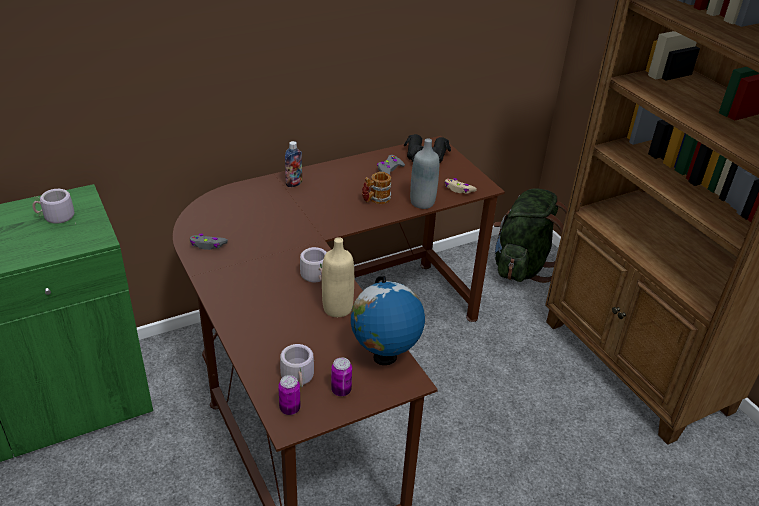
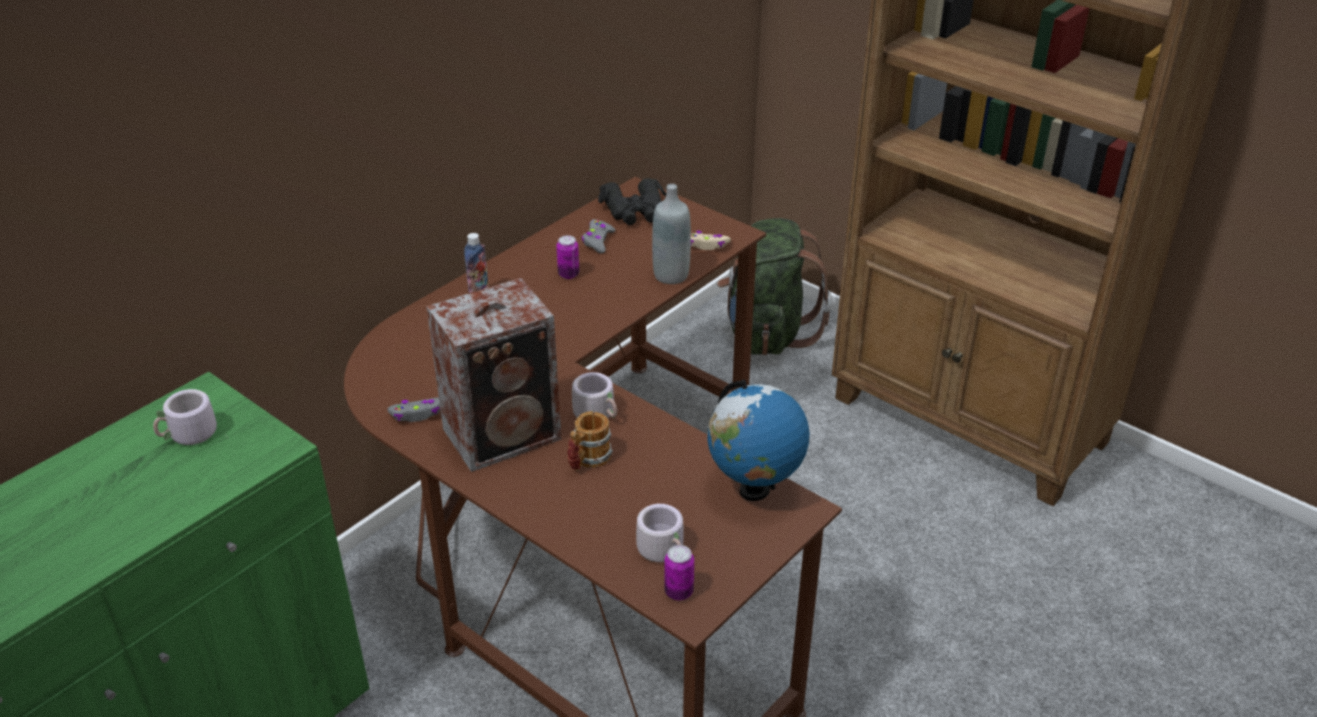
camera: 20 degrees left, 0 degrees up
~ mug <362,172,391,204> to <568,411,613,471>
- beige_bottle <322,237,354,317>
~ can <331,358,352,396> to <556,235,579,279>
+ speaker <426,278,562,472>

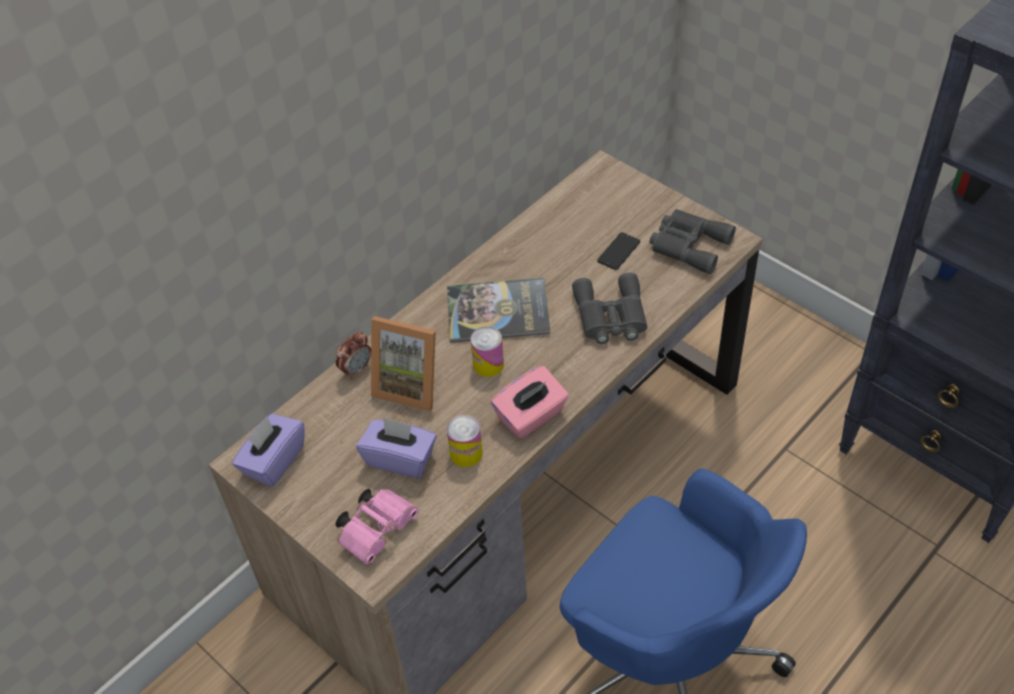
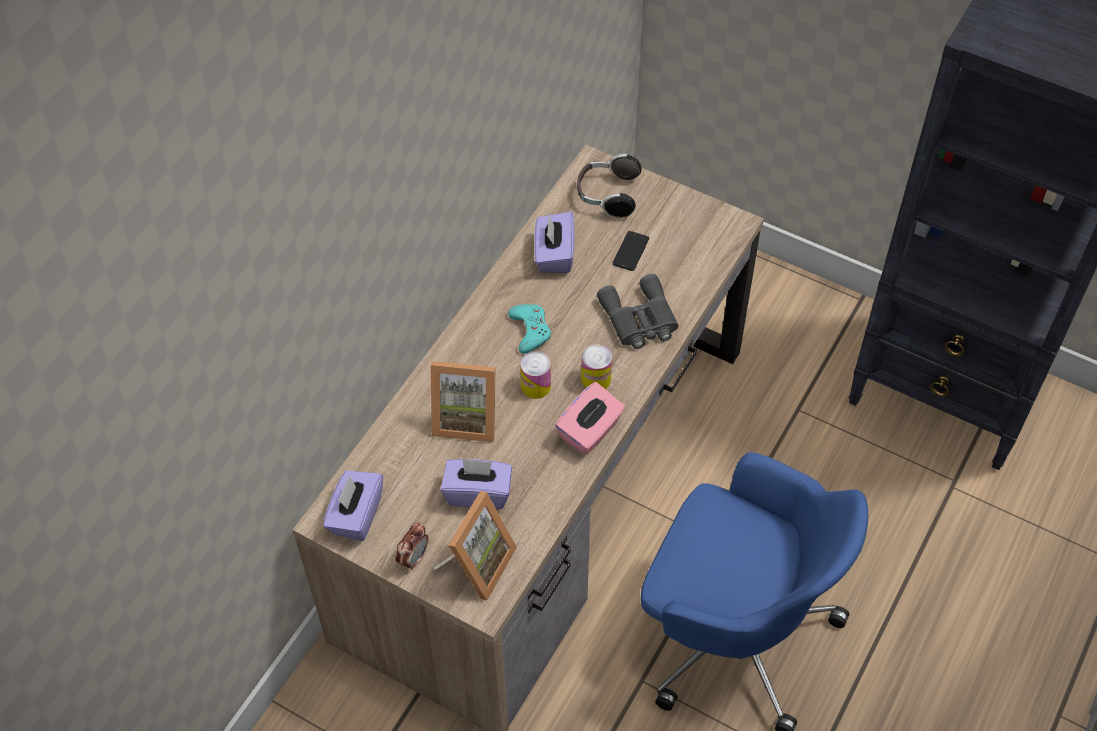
camera: 15 degrees left, 5 degrees up
- grey_binoculars <650,209,736,274>
~ book <447,277,550,342> to turquoise_game_controller <508,304,551,354>
~ alarm_clock <335,332,371,379> to <395,523,428,570>
~ can <447,415,483,467> to <581,344,612,389>
~ pink_binoculars <335,489,419,565> to picture_frame <433,491,517,601>
+ headphones <577,154,641,218>
+ purple_tissue_box <534,212,574,273>

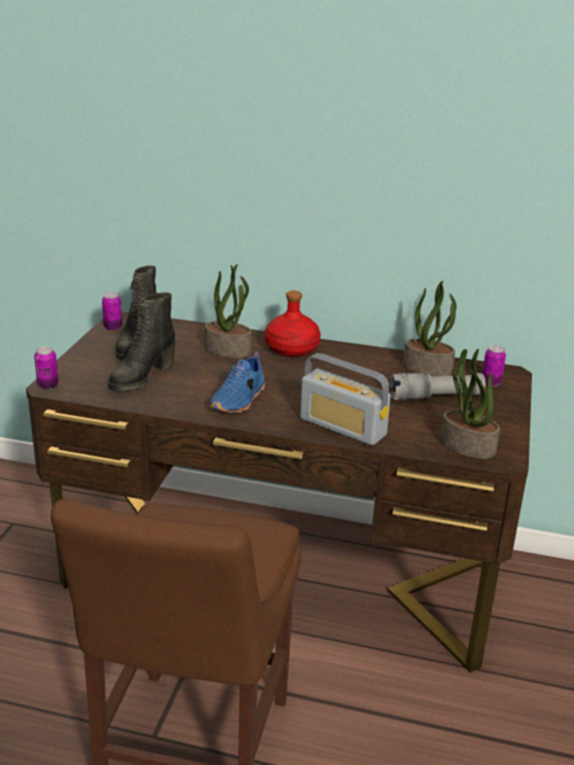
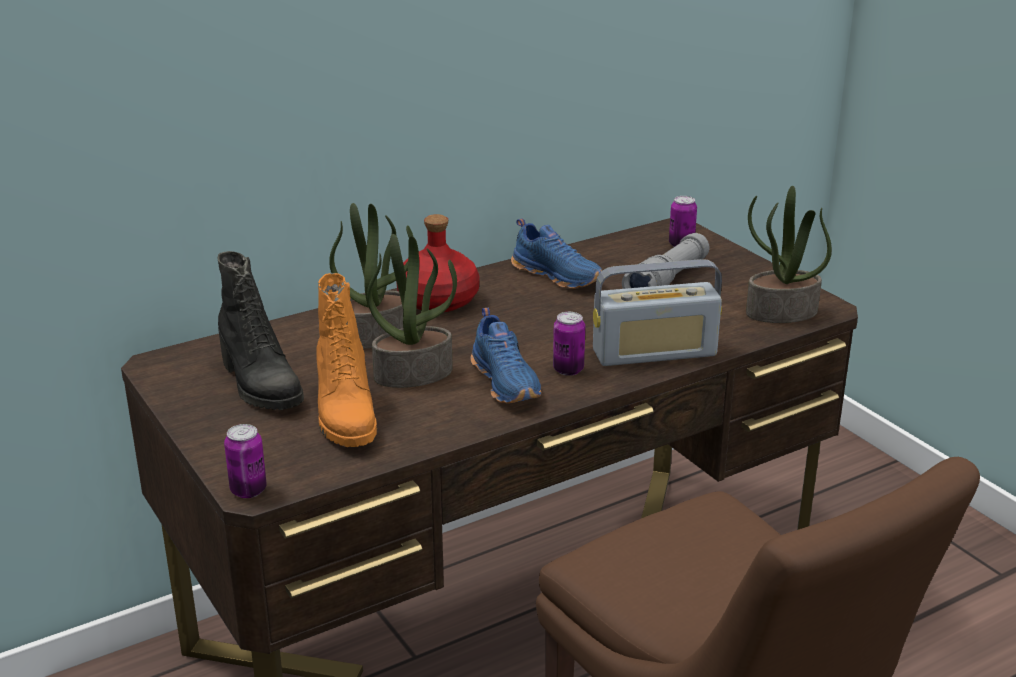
camera: 45 degrees left, 0 degrees up
~ potted_plant <403,281,457,376> to <367,234,457,388>
~ can <102,292,122,330> to <553,312,585,376>
~ black_boot <108,292,175,391> to orange_boot <316,273,377,447>
+ blue_shoe <511,218,602,289>

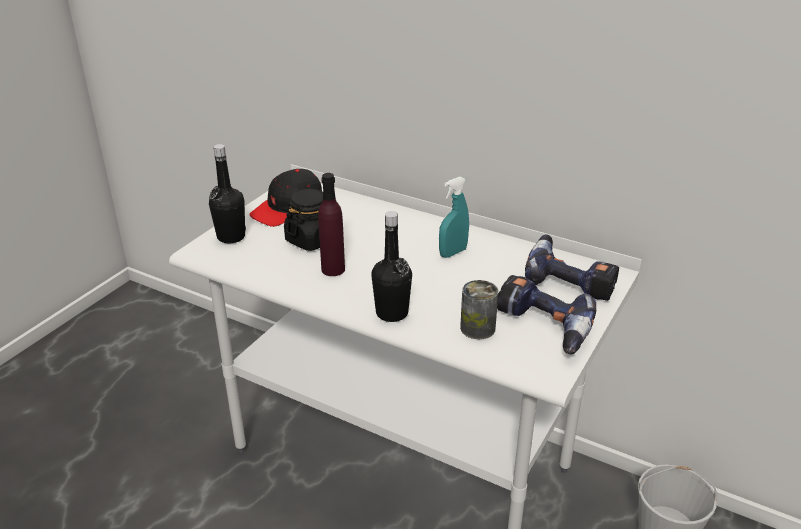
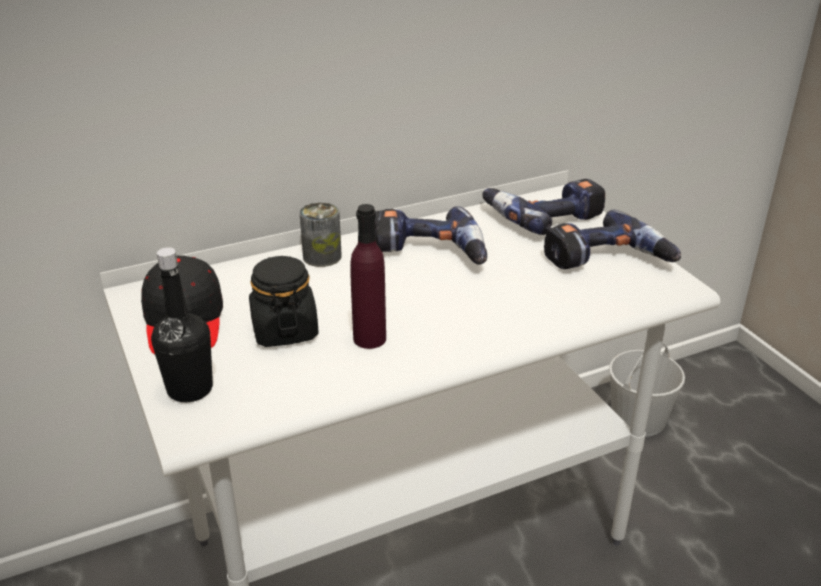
camera: 55 degrees left, 0 degrees up
~ turquoise_spray_bottle <439,177,469,258> to power_drill <374,206,487,265>
- black_bottle <372,211,412,322>
~ can <460,280,499,339> to <300,202,342,267>

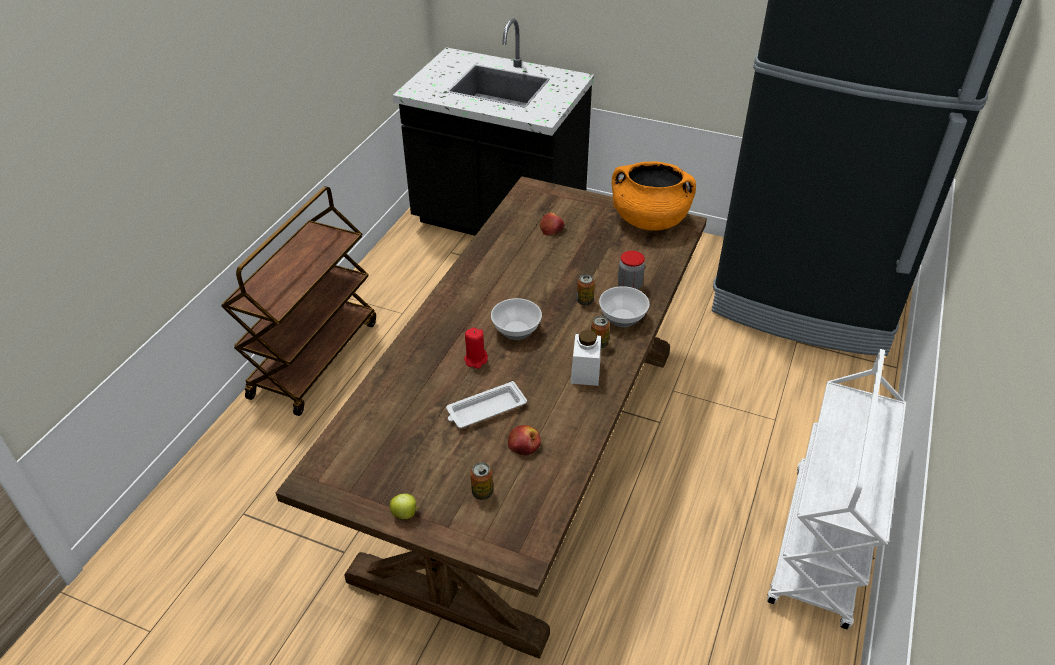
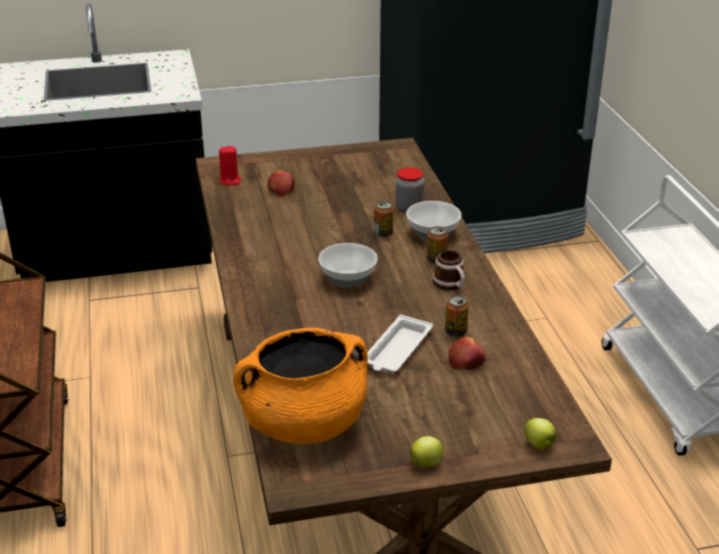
camera: 35 degrees left, 10 degrees down
~ orange_cooking_pot <612,161,696,231> to <233,328,368,444>
~ red_candle <464,327,488,369> to <219,145,241,186>
~ white_jar <570,330,601,386> to mug <433,250,465,291>
~ can <470,462,493,500> to <445,295,469,337>
+ apple <525,418,557,449>

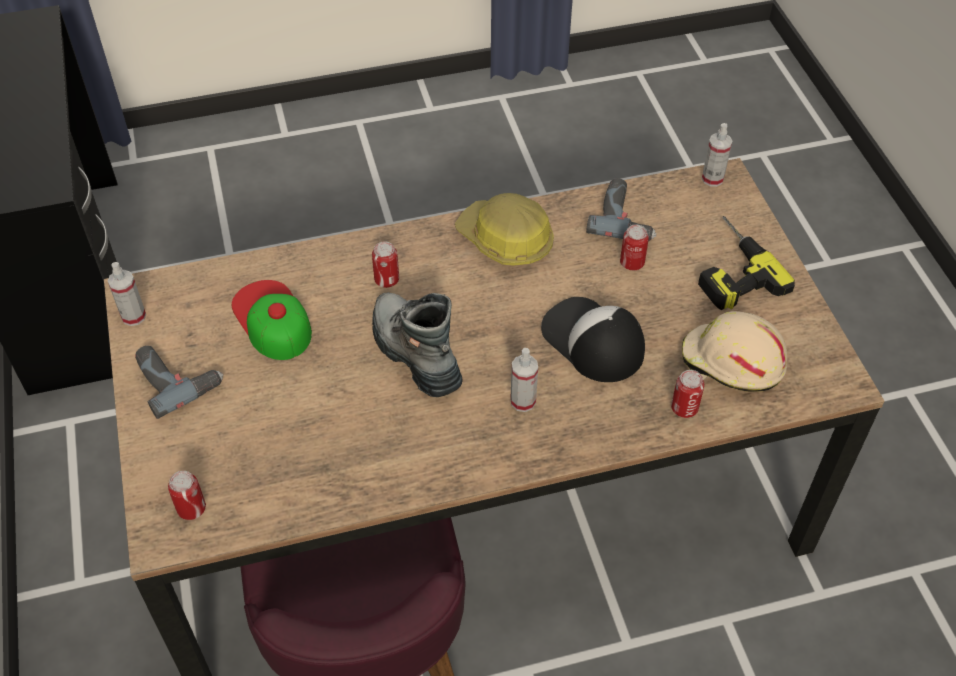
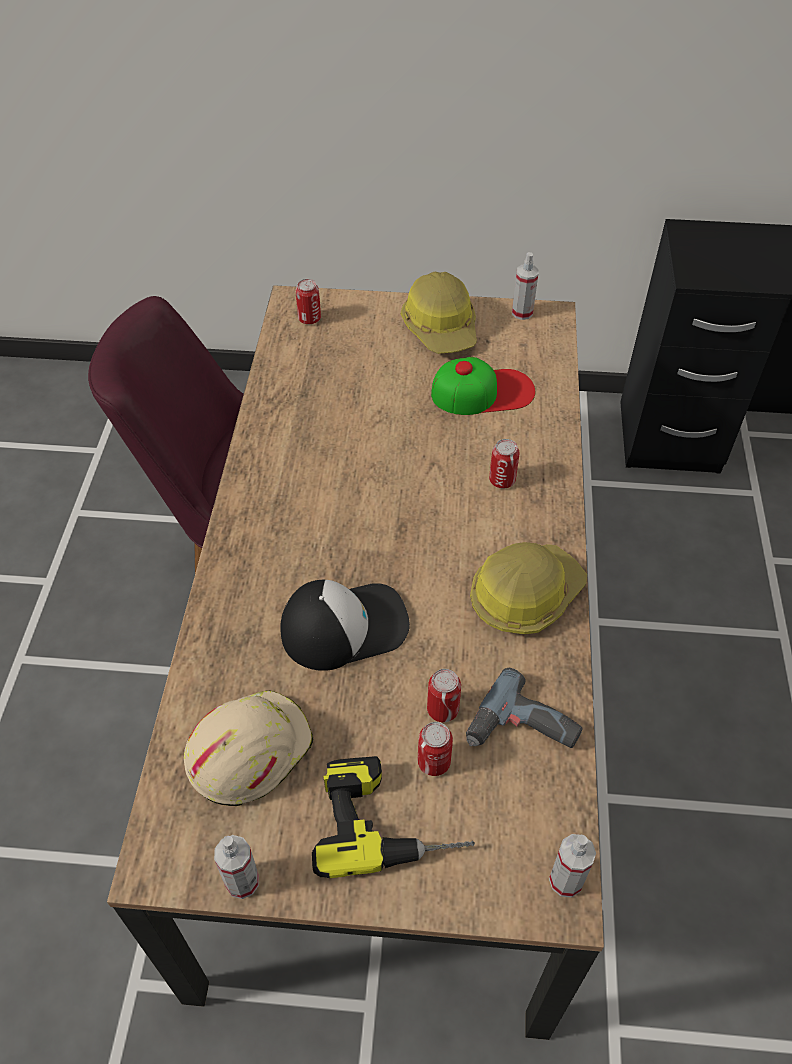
camera: 110 degrees right, 0 degrees up
- boot <372,292,462,397>
~ power_drill <135,346,223,419> to hard_hat <401,272,477,354>
~ spray_bottle <510,348,538,412> to <214,835,259,899>
~ can <671,370,704,418> to <418,722,453,776>

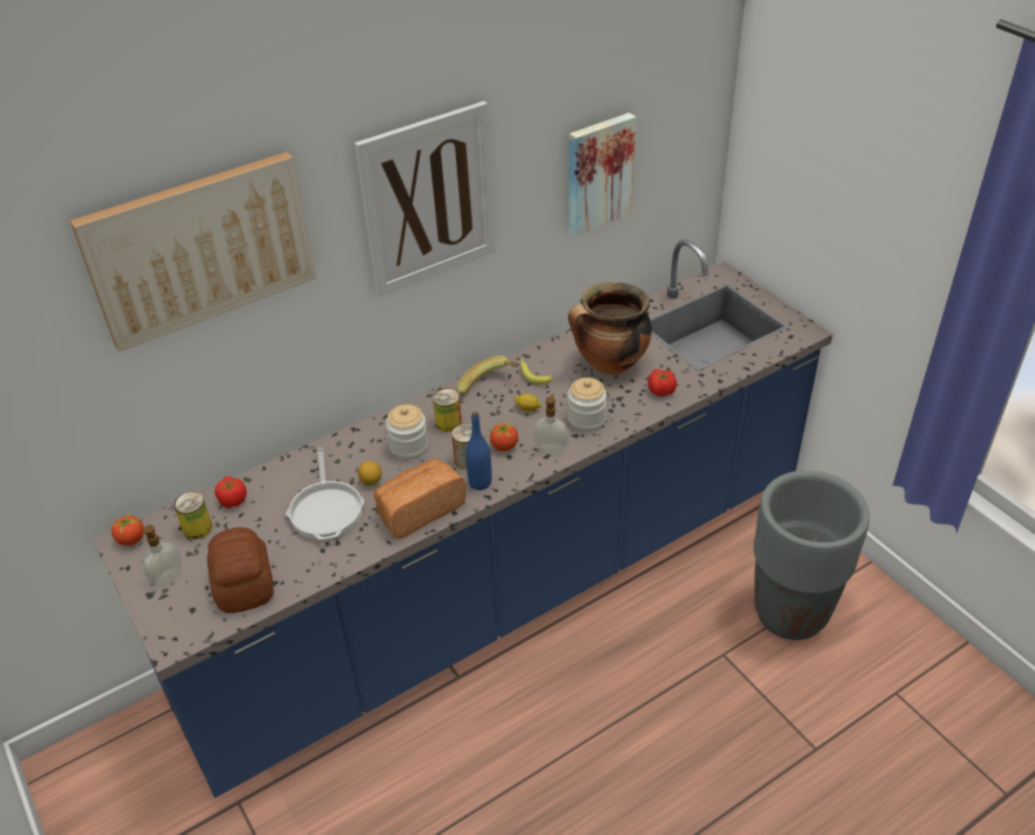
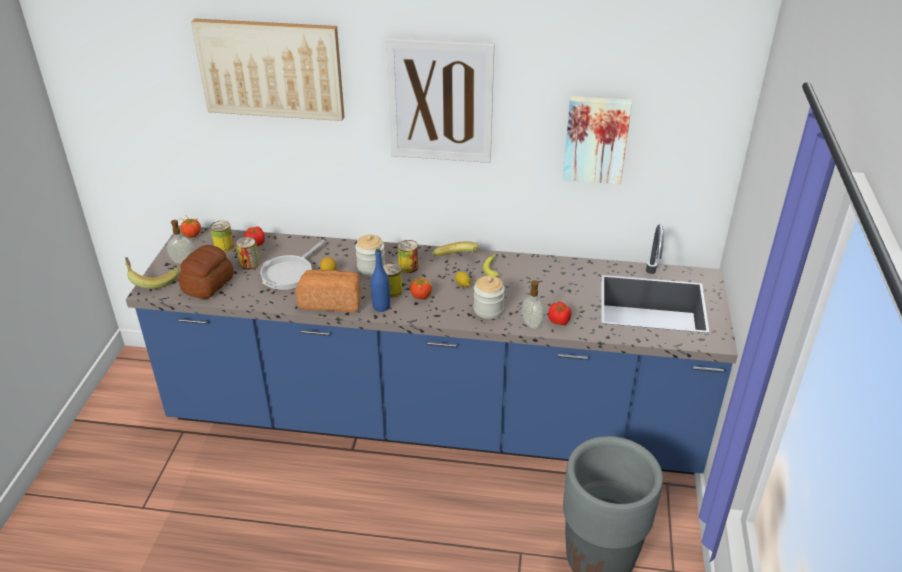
camera: 40 degrees right, 5 degrees down
- cooking_pot <568,282,652,375>
~ soap_dispenser <533,394,569,453> to <521,280,544,329>
+ can <236,237,260,270>
+ banana <125,257,179,289>

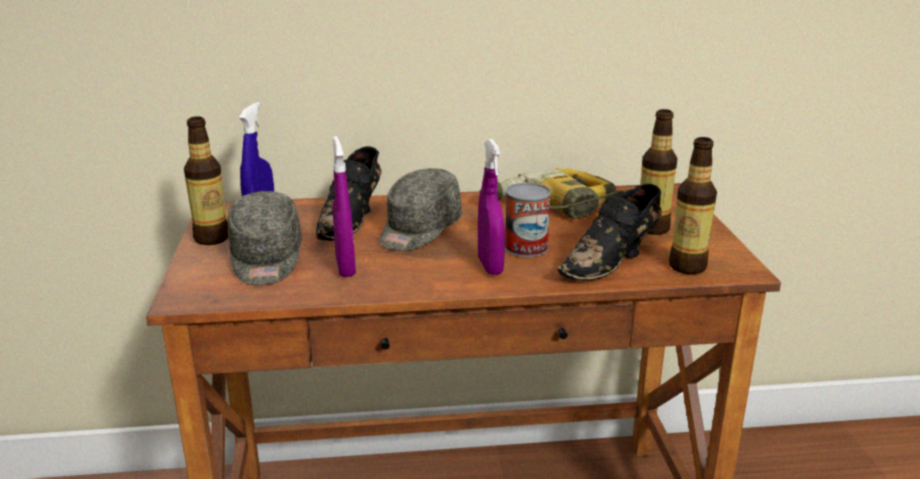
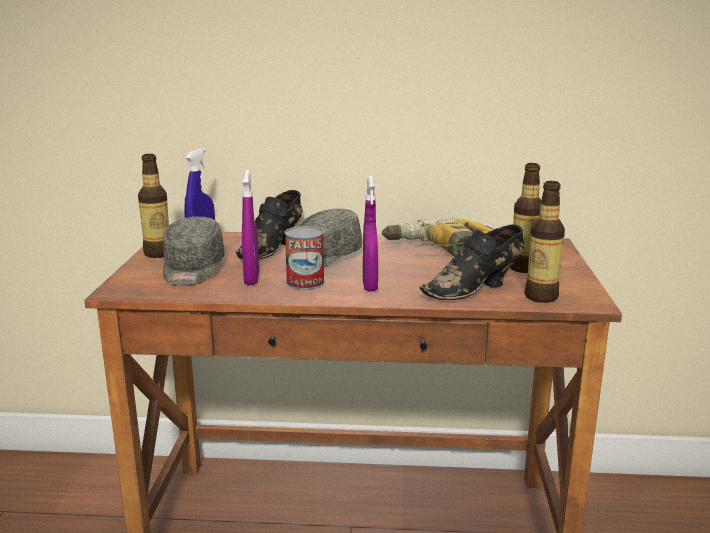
camera: 10 degrees right, 5 degrees down
~ can <505,183,551,257> to <284,226,325,290>

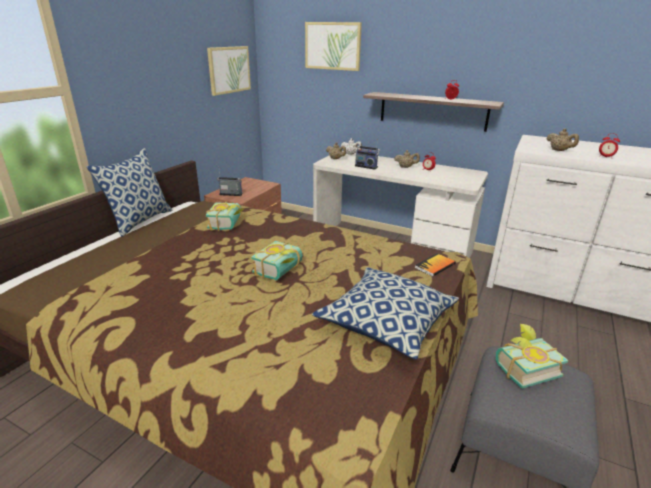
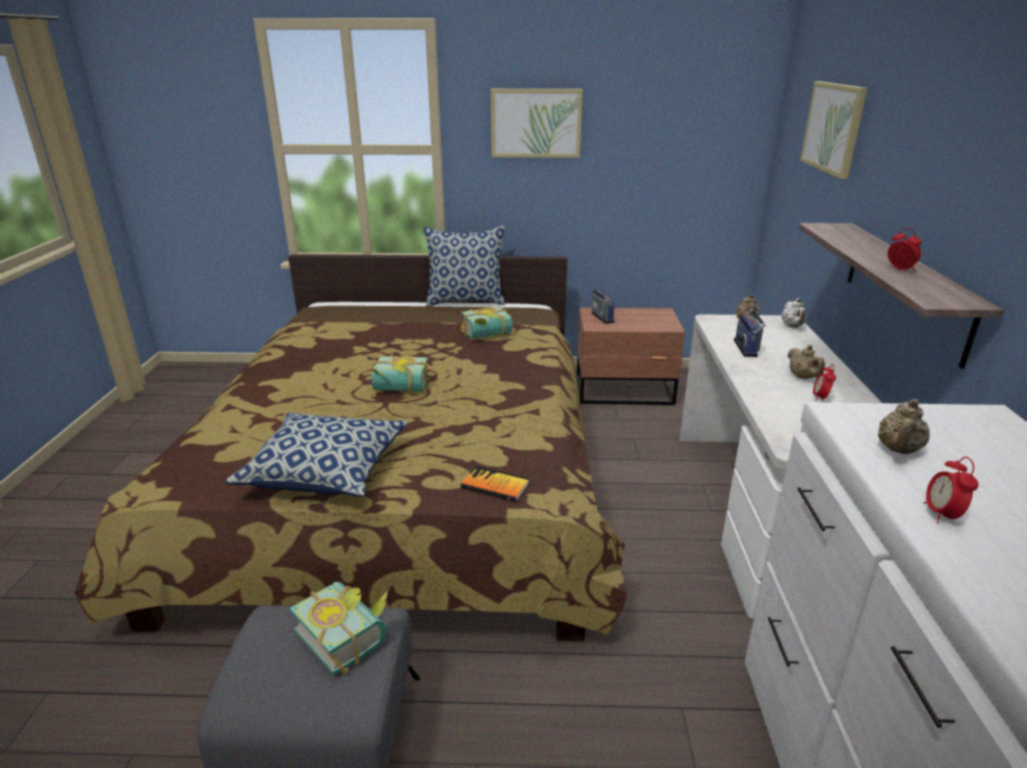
camera: 65 degrees right, 0 degrees up
~ picture <207,46,251,96> to <491,89,583,158>

